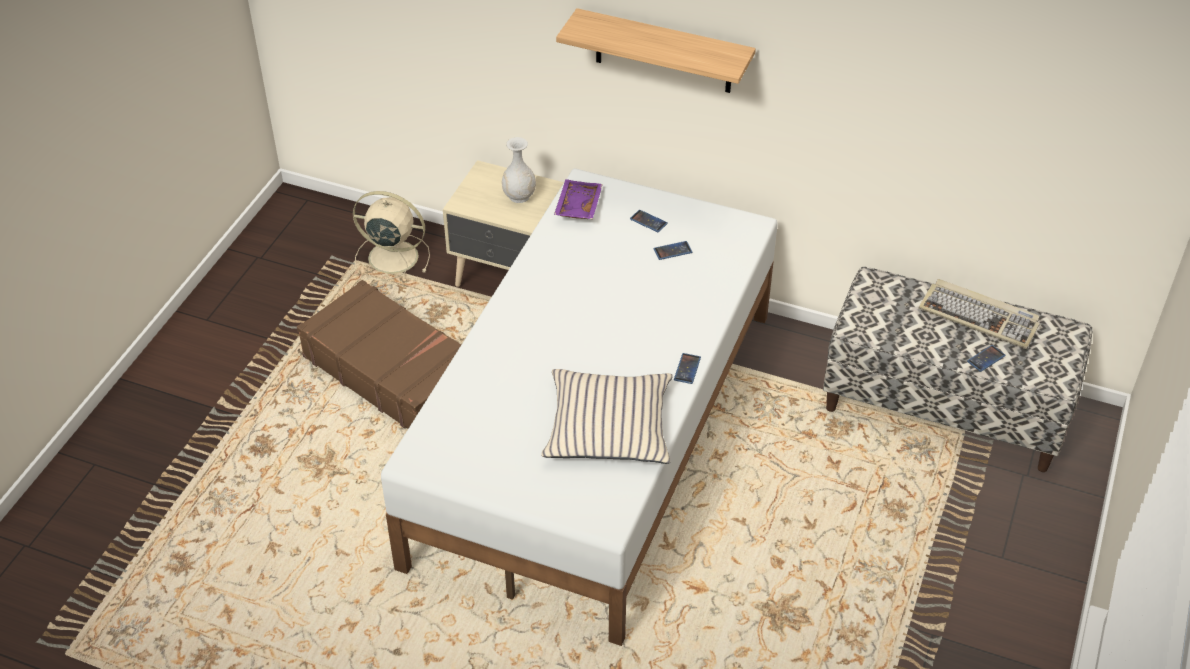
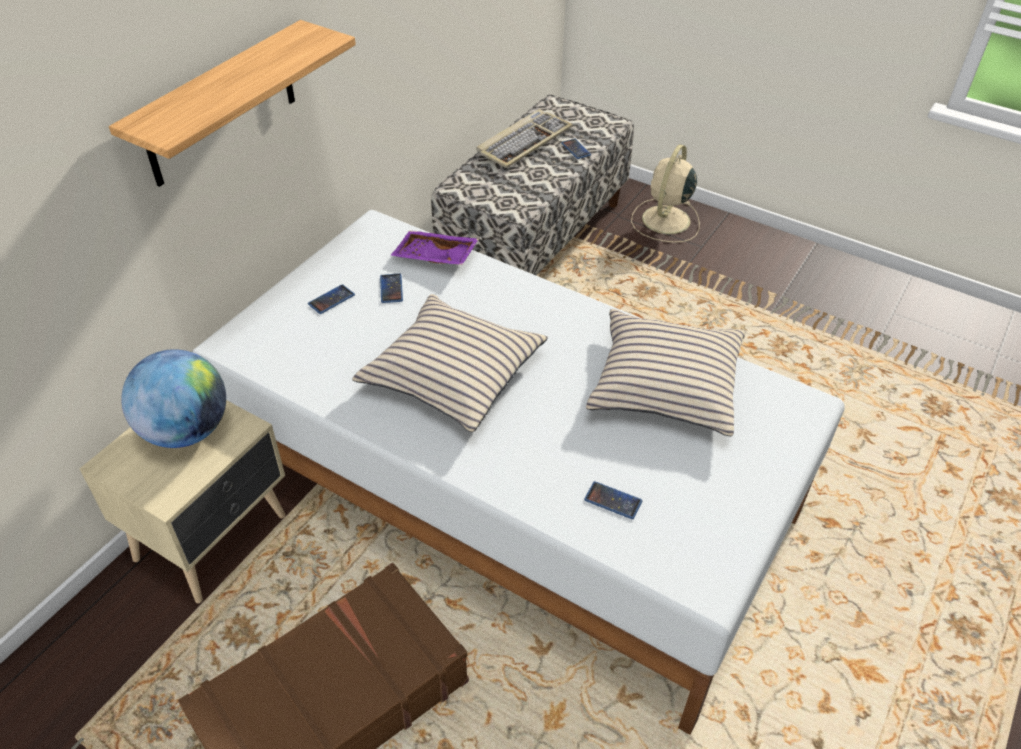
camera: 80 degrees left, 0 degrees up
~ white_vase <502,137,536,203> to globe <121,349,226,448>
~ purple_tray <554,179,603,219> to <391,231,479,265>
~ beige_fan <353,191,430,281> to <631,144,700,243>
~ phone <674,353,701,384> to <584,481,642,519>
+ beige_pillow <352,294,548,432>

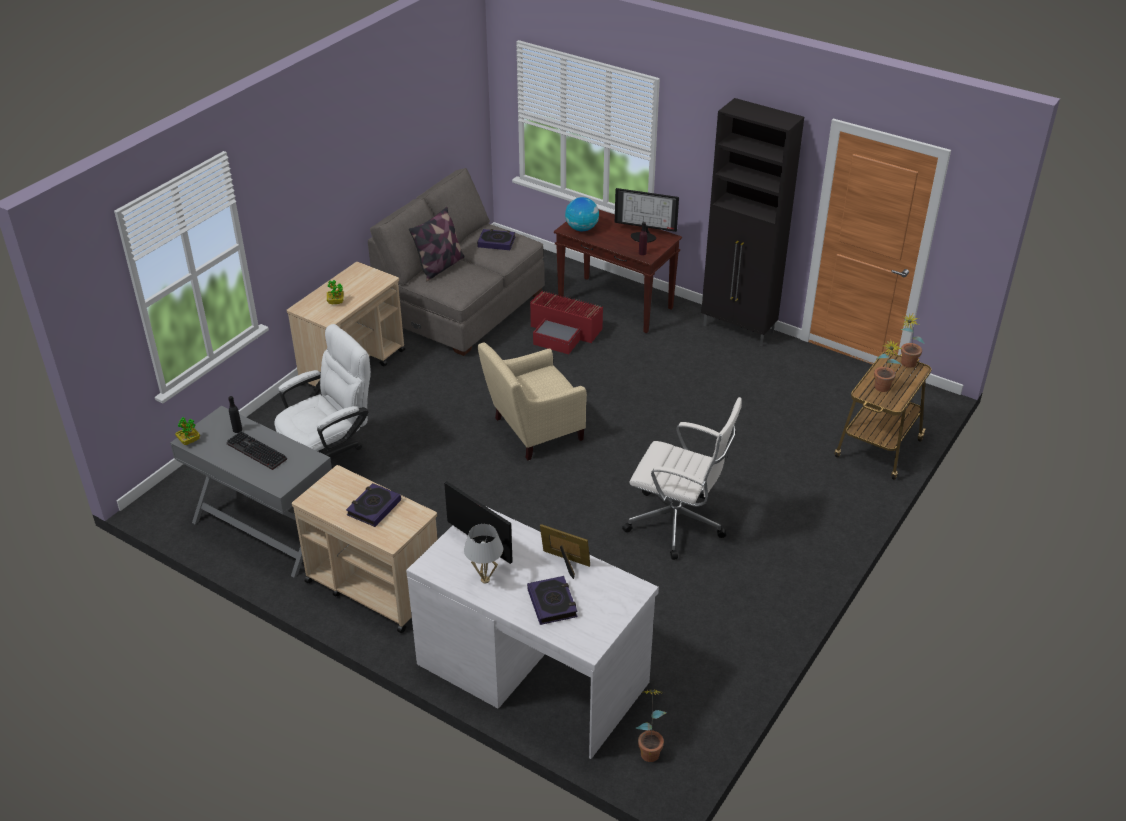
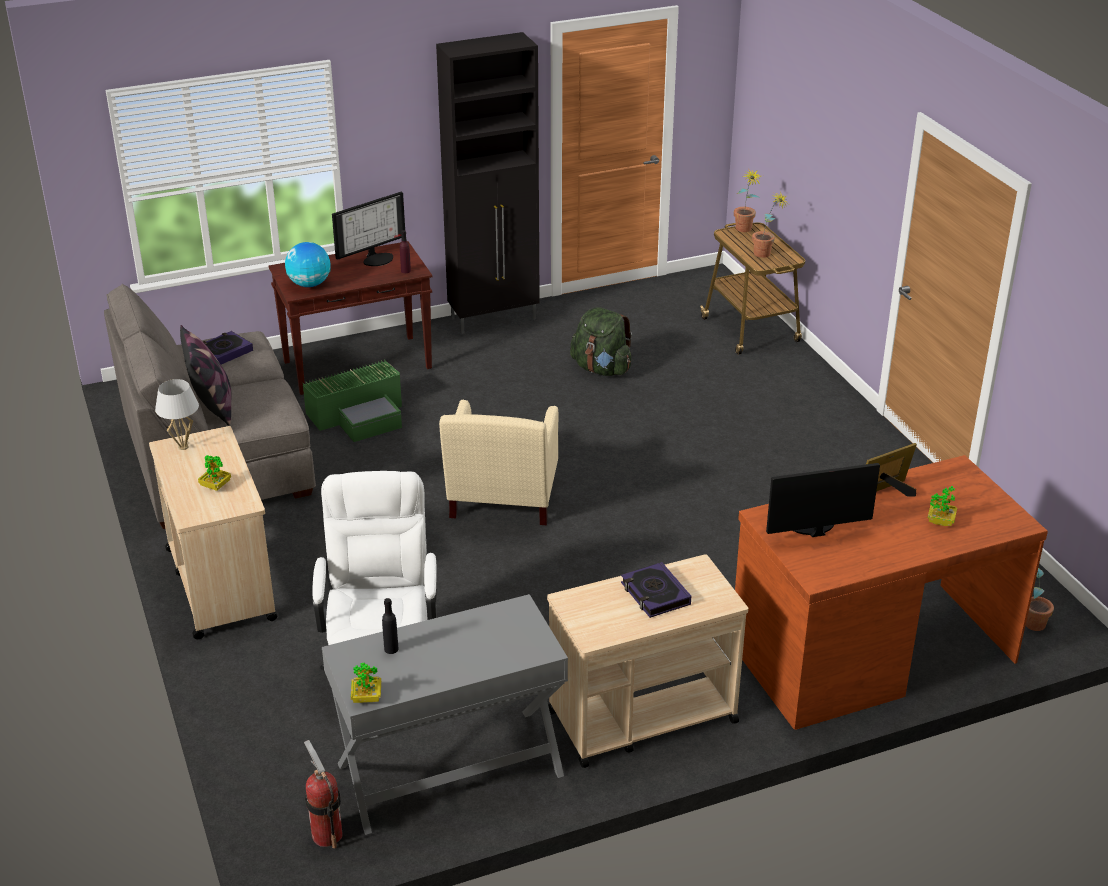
camera: 55 degrees left, 5 degrees down
~ red_storage_box <530,290,603,354> to green_storage_box <302,360,402,442>
- white_office_chair <622,397,742,560>
- keyboard <227,431,287,470>
~ white_desk <406,507,659,759> to brown_desk <735,455,1048,730>
~ white_table_lamp <464,524,503,583> to <155,379,199,450>
~ book <527,576,578,625> to potted_plant <928,486,957,526>
+ green_backpack <570,307,632,376>
+ fire_extinguisher <304,740,343,849>

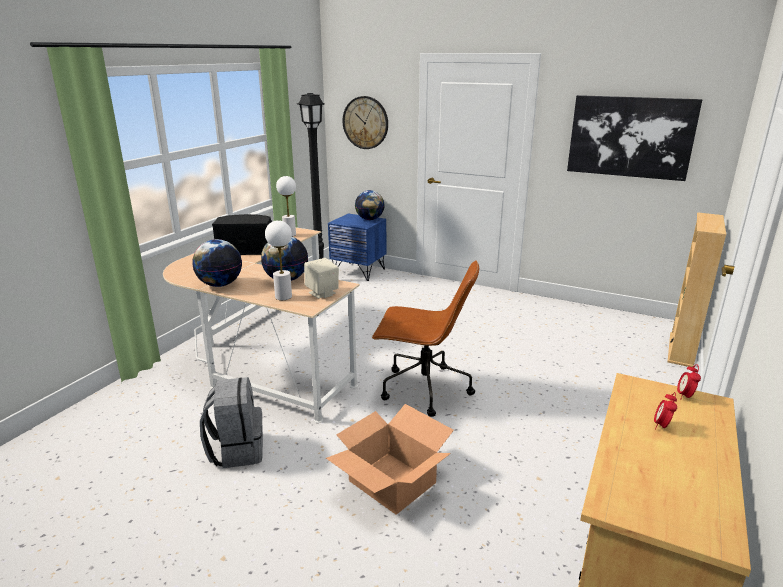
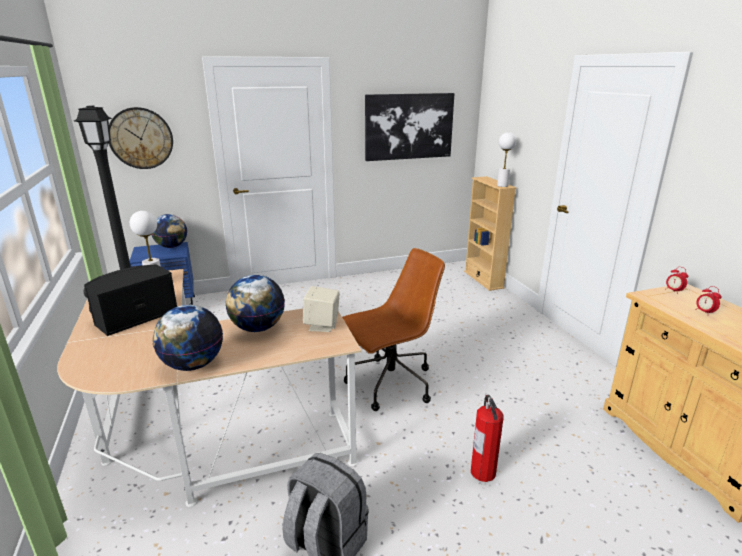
camera: 45 degrees left, 0 degrees up
~ white_table_lamp <265,220,292,300> to <497,132,516,187>
~ cardboard_box <326,404,454,515> to fire_extinguisher <471,395,503,482>

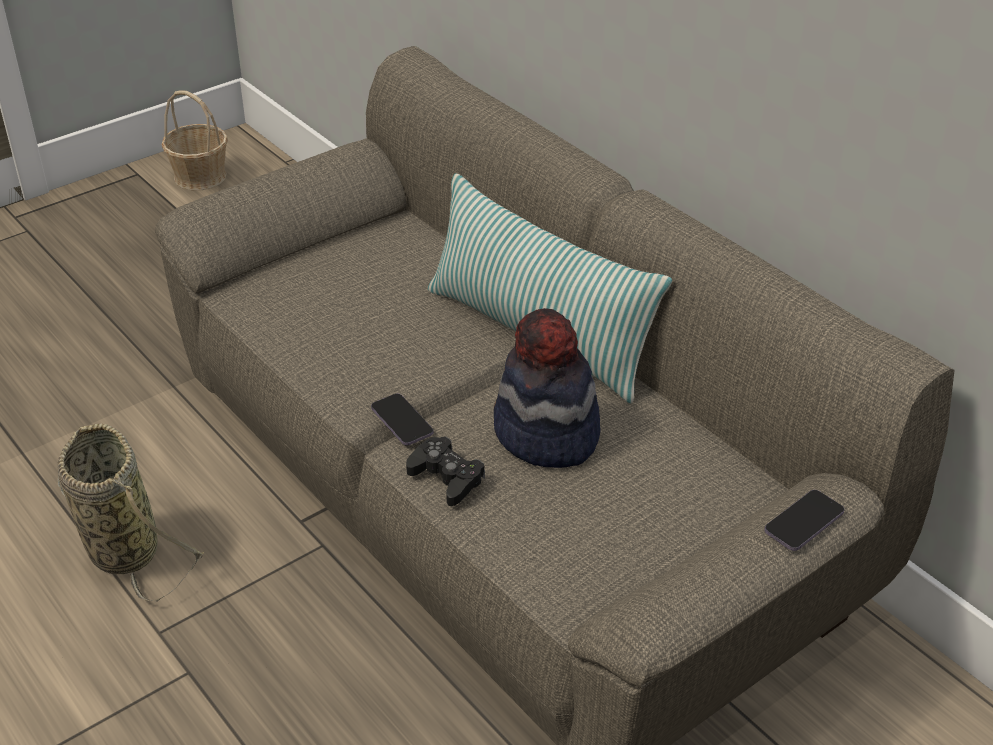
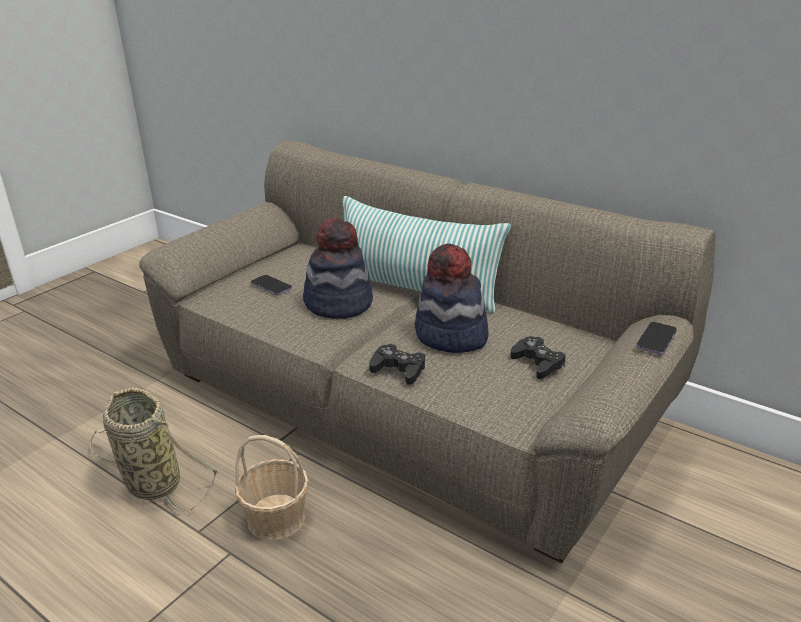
camera: 15 degrees left, 10 degrees down
~ basket <162,90,228,190> to <235,435,309,541>
~ phone <371,393,433,446> to <251,275,292,295>
+ hat <303,218,373,319>
+ black_game_controller <510,336,566,379>

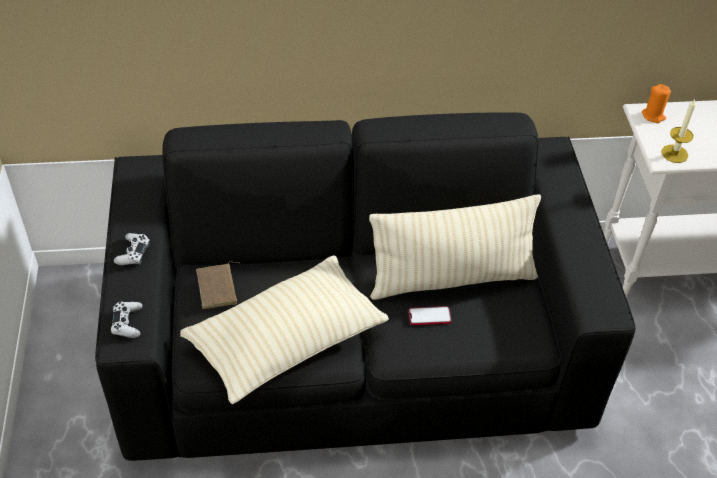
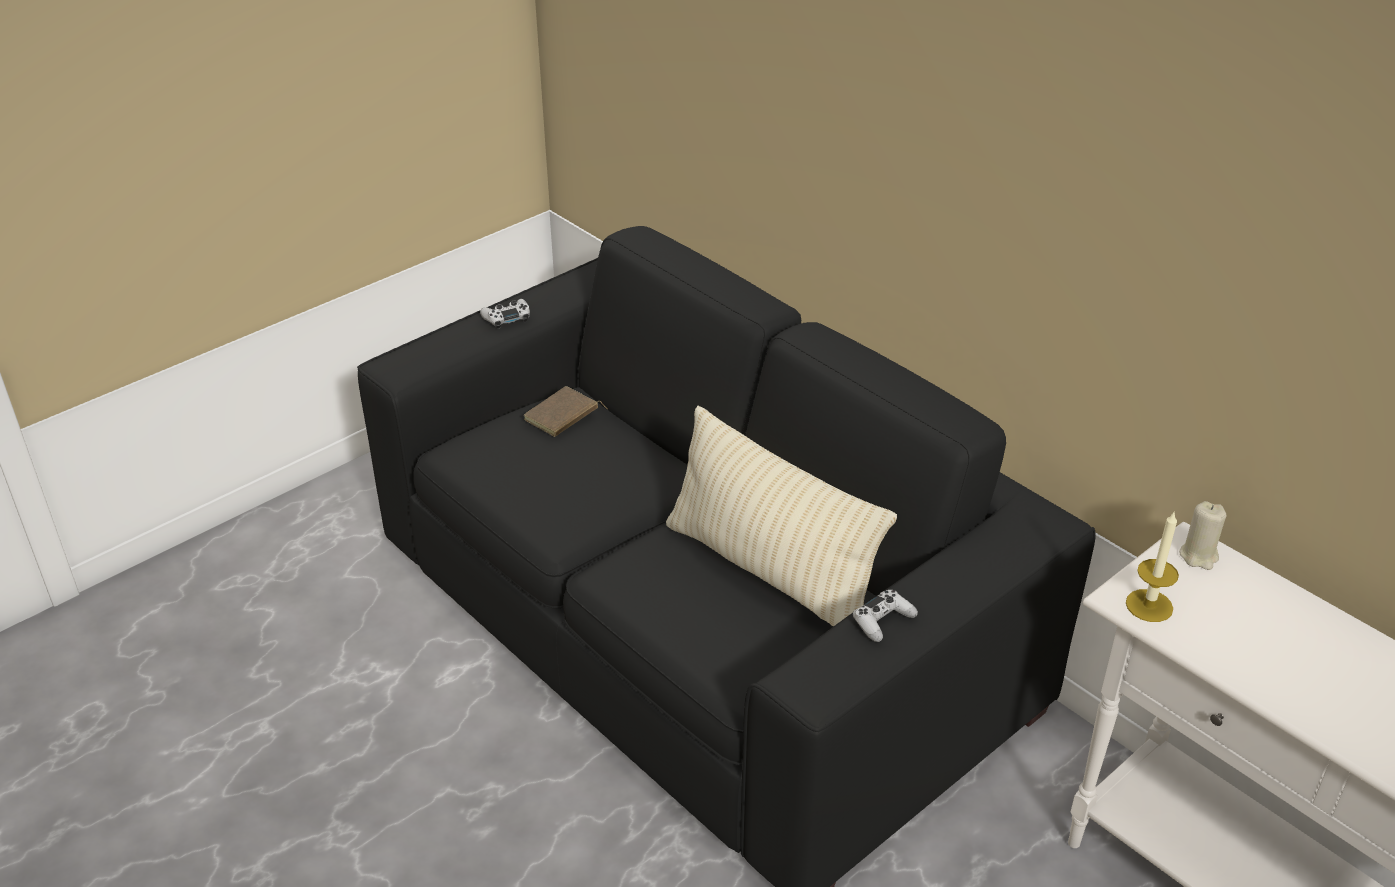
camera: 55 degrees right, 10 degrees down
~ orange_candle <642,84,671,123> to beige_candle <1179,501,1226,570>
- beige_pillow <180,255,389,405>
~ white_game_controller <111,301,143,338> to <853,590,918,642>
- phone <408,306,452,325>

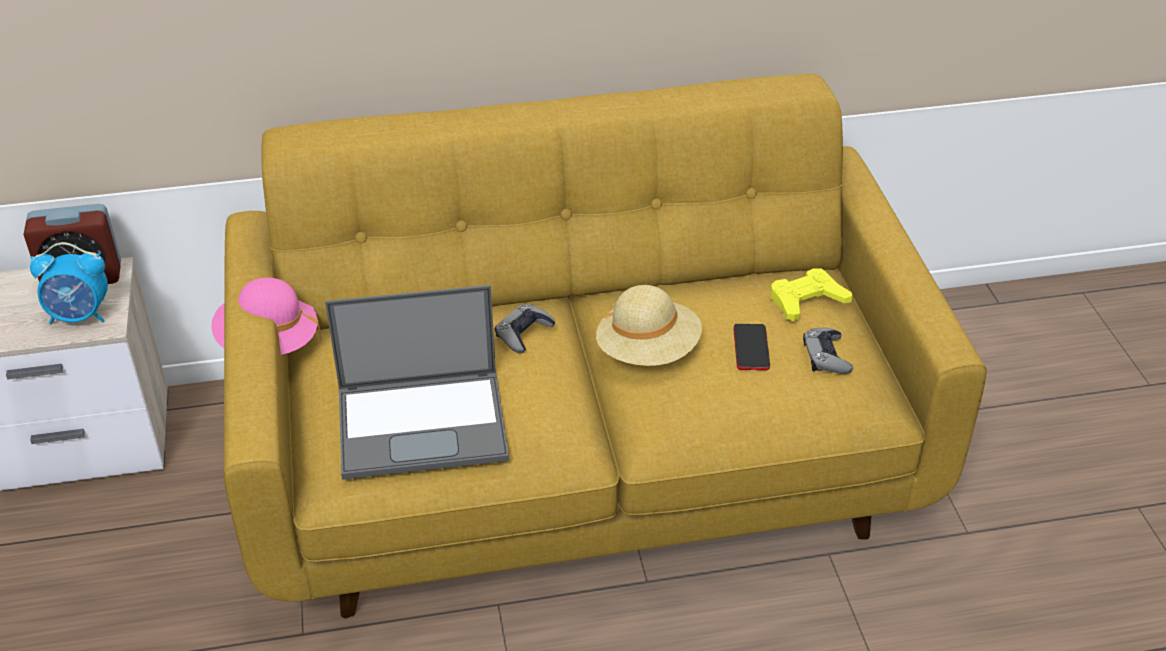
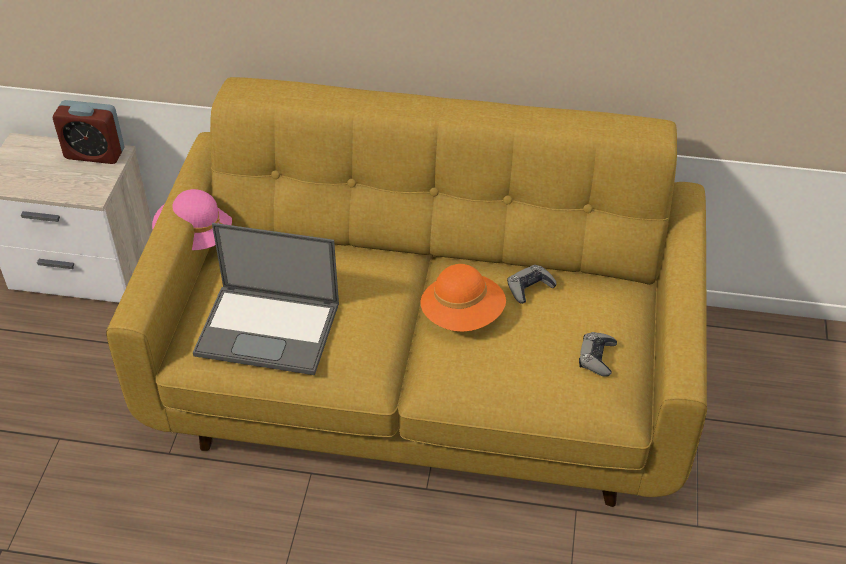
camera: 20 degrees right, 5 degrees up
- alarm_clock <30,242,108,325>
- yellow_game_controller <771,268,852,321>
~ beige_hat <596,285,702,366> to orange_hat <420,264,506,332>
~ grey_game_controller <495,304,555,353> to <507,265,557,304>
- phone <733,324,770,370>

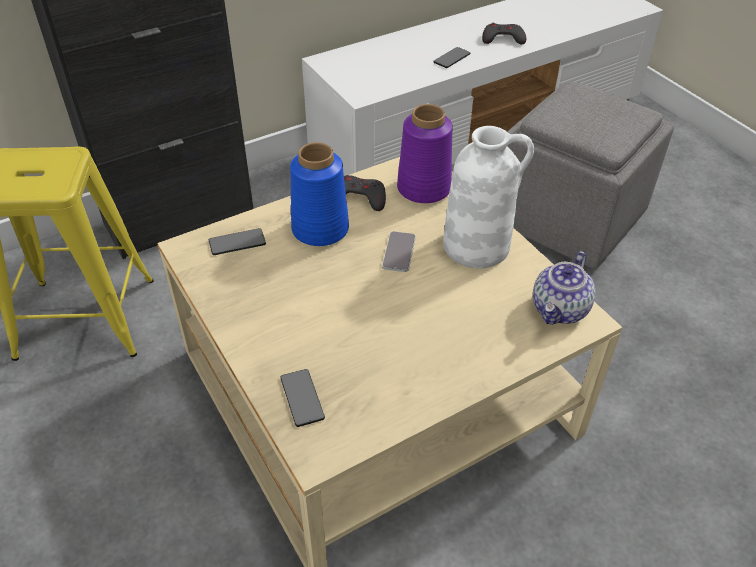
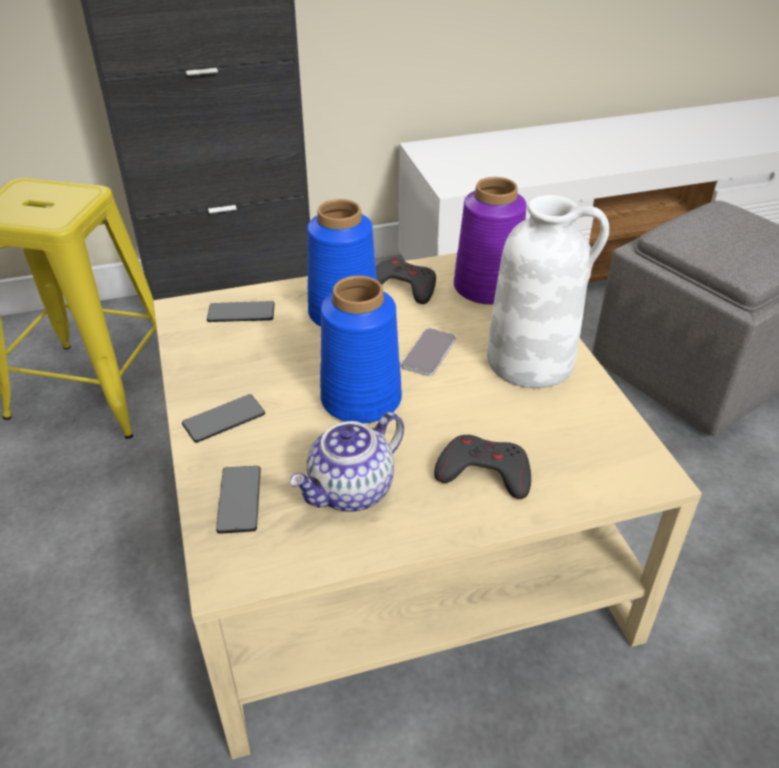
camera: 15 degrees right, 5 degrees down
~ grey_game_controller <482,23,526,44> to <434,435,531,499>
~ phone <433,47,470,68> to <182,394,265,443>
~ teapot <533,251,595,324> to <289,412,404,511>
+ blue_vase <320,276,402,423>

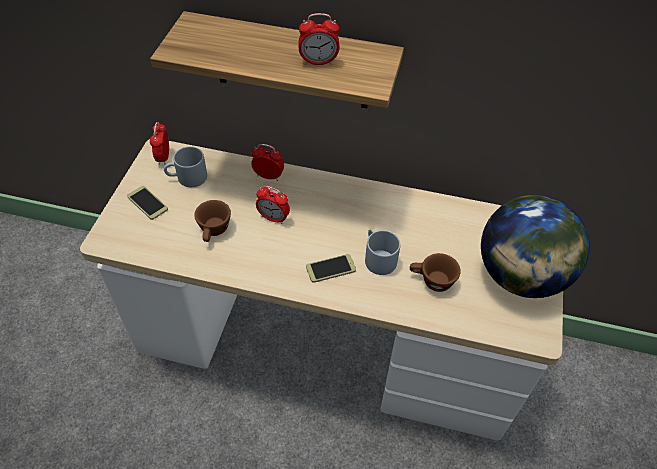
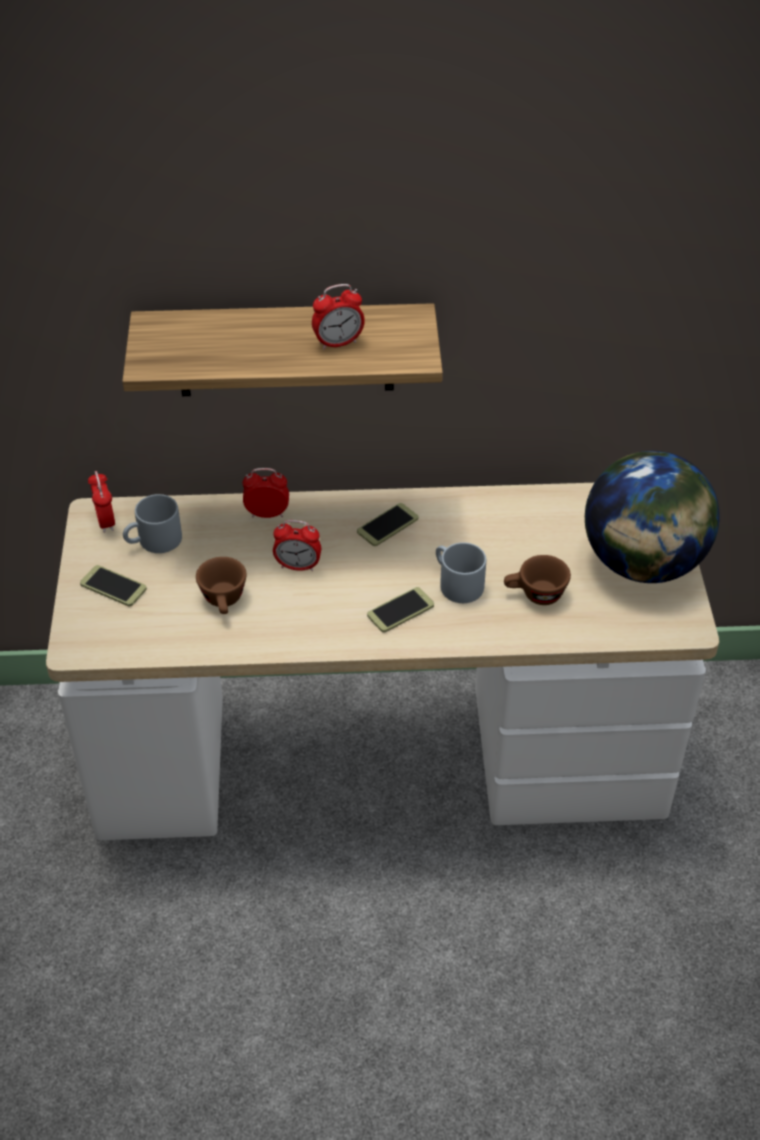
camera: 15 degrees left, 5 degrees down
+ phone <357,503,418,546>

